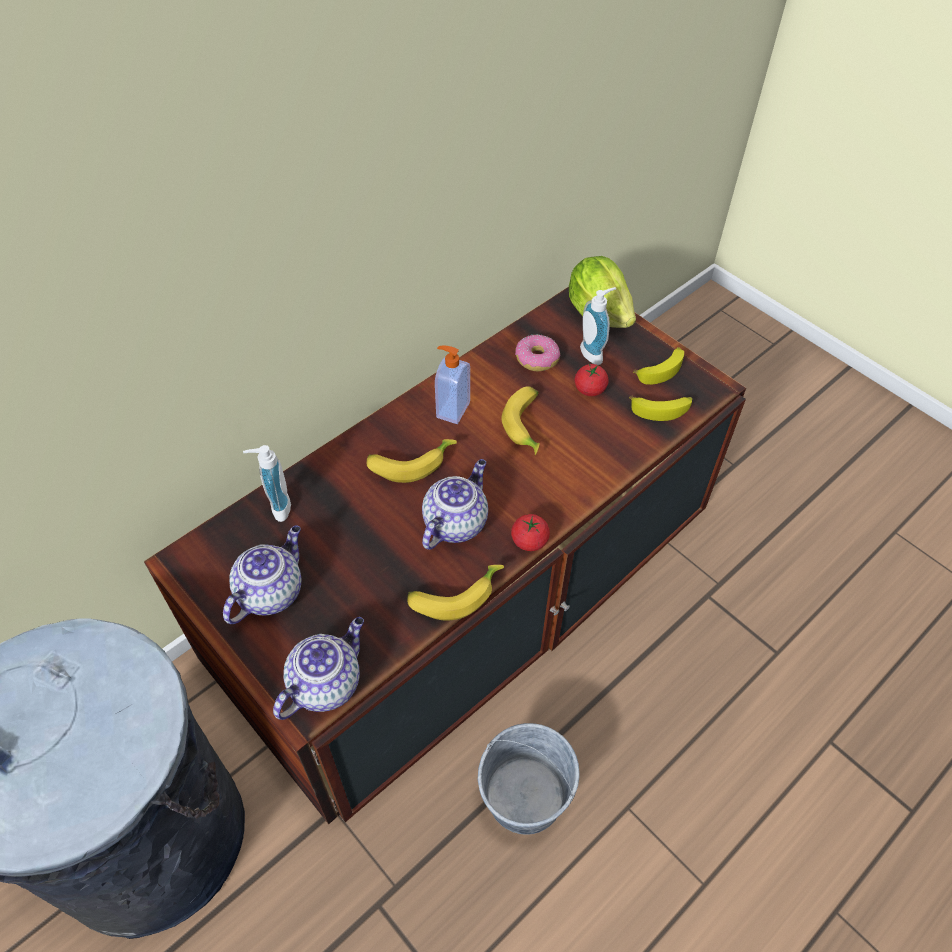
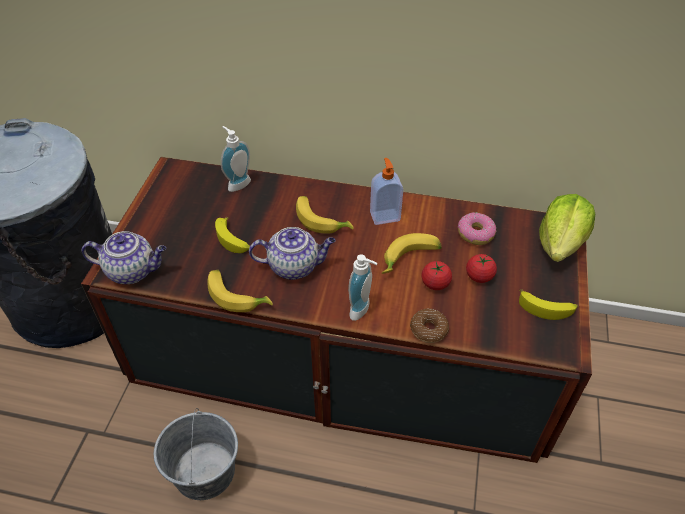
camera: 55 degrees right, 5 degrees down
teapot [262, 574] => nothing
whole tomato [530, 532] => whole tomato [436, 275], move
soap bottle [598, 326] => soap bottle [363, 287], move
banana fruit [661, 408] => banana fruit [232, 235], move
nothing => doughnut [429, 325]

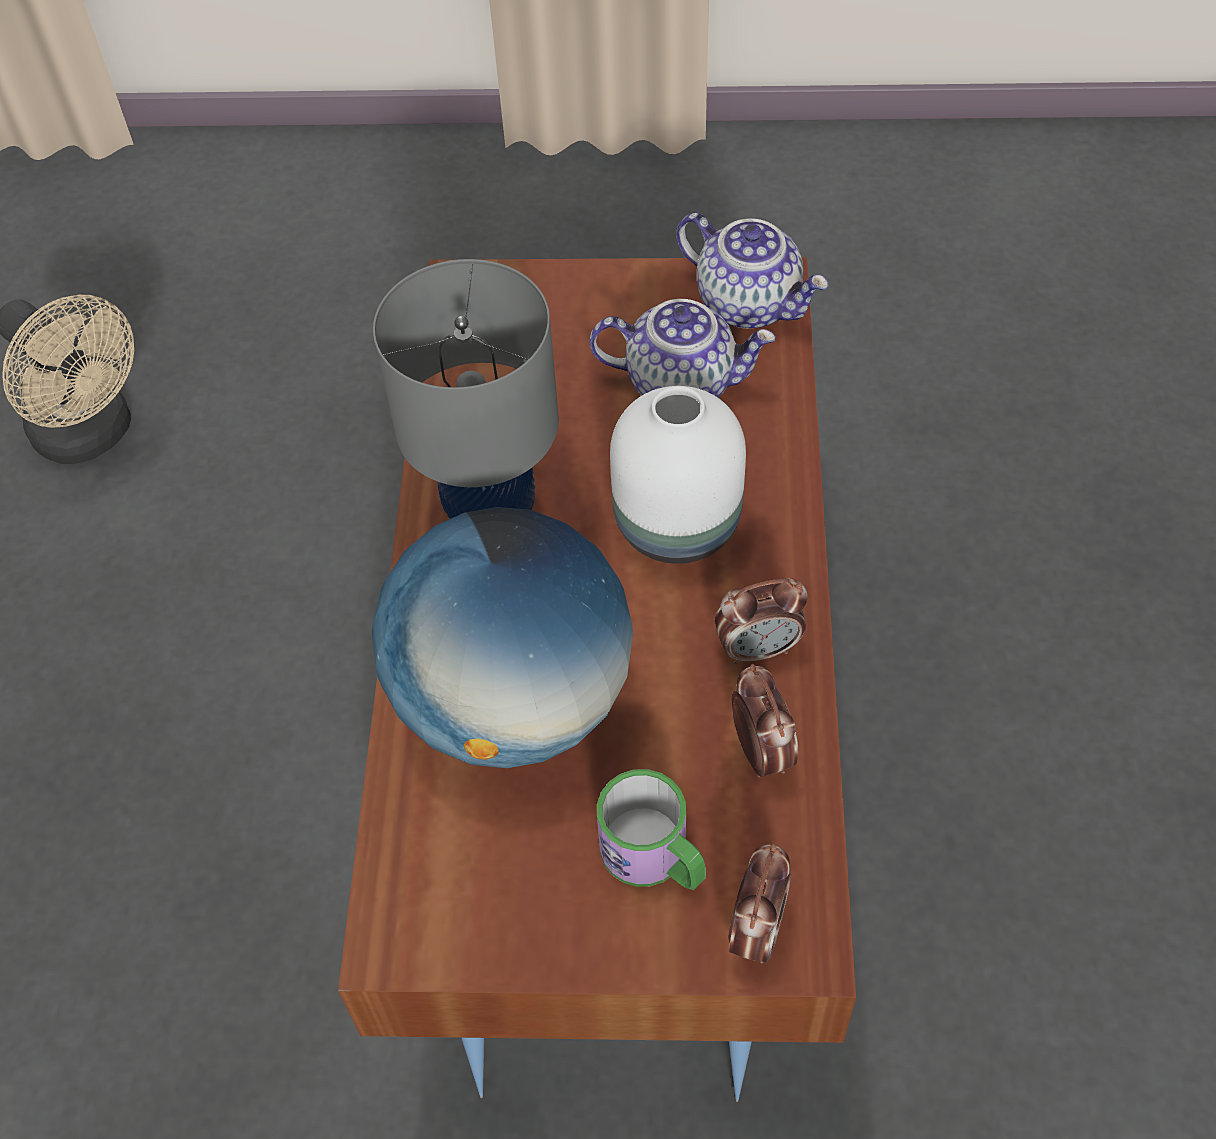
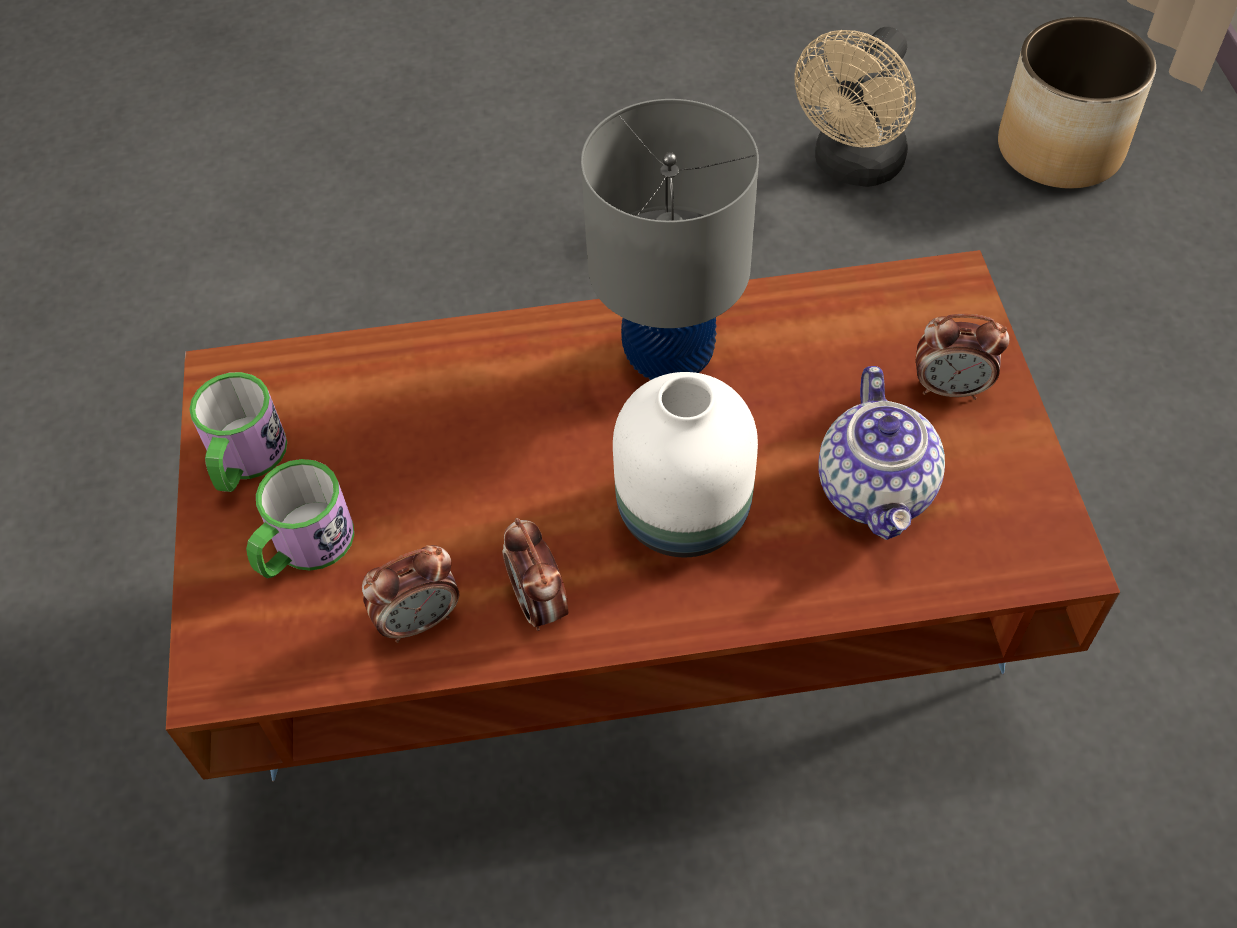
camera: 80 degrees right, 0 degrees up
desk globe [502, 637] => nothing
teapot [752, 270] => nothing
bedside clock [760, 903] => bedside clock [962, 357], move
nothing => mug [238, 432]
nothing => planter [1077, 103]

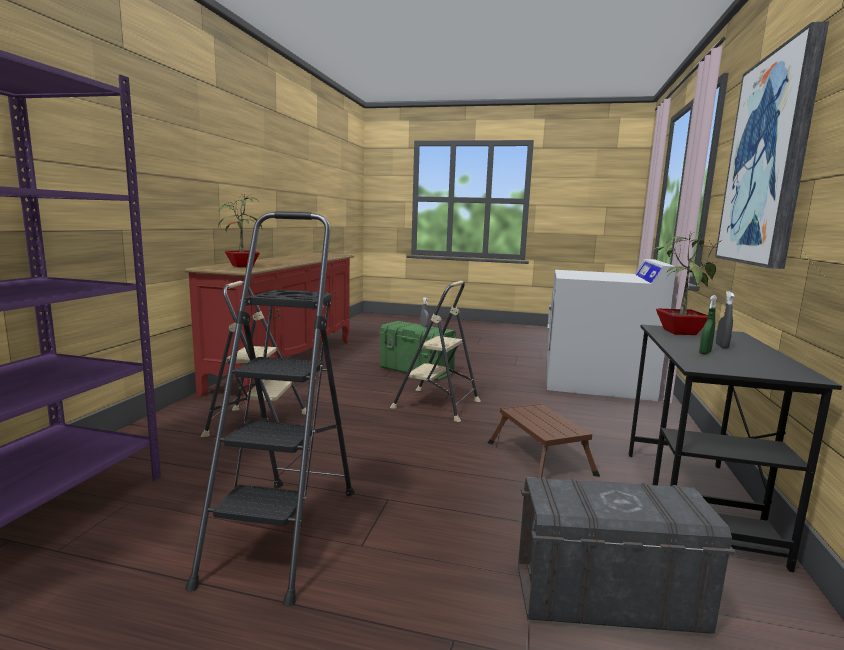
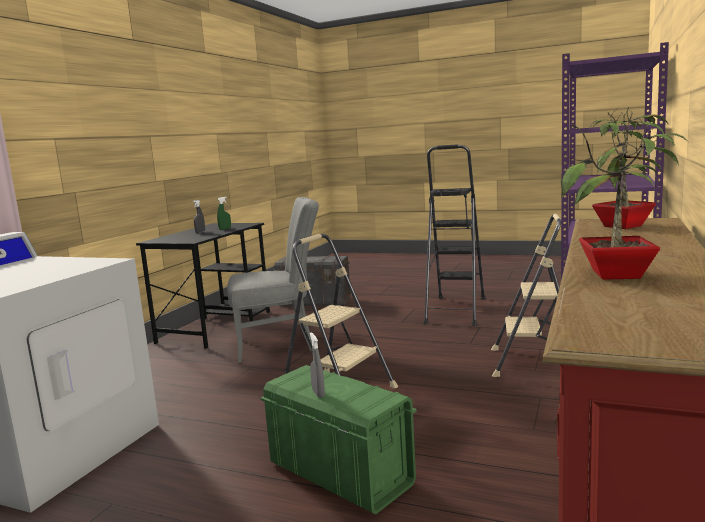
camera: 170 degrees left, 0 degrees up
brownish step ladder [544, 440] => grey plain chair [273, 280]
plant in a pot [687, 283] => plant in a pot [624, 193], move
picture [772, 145] => nothing

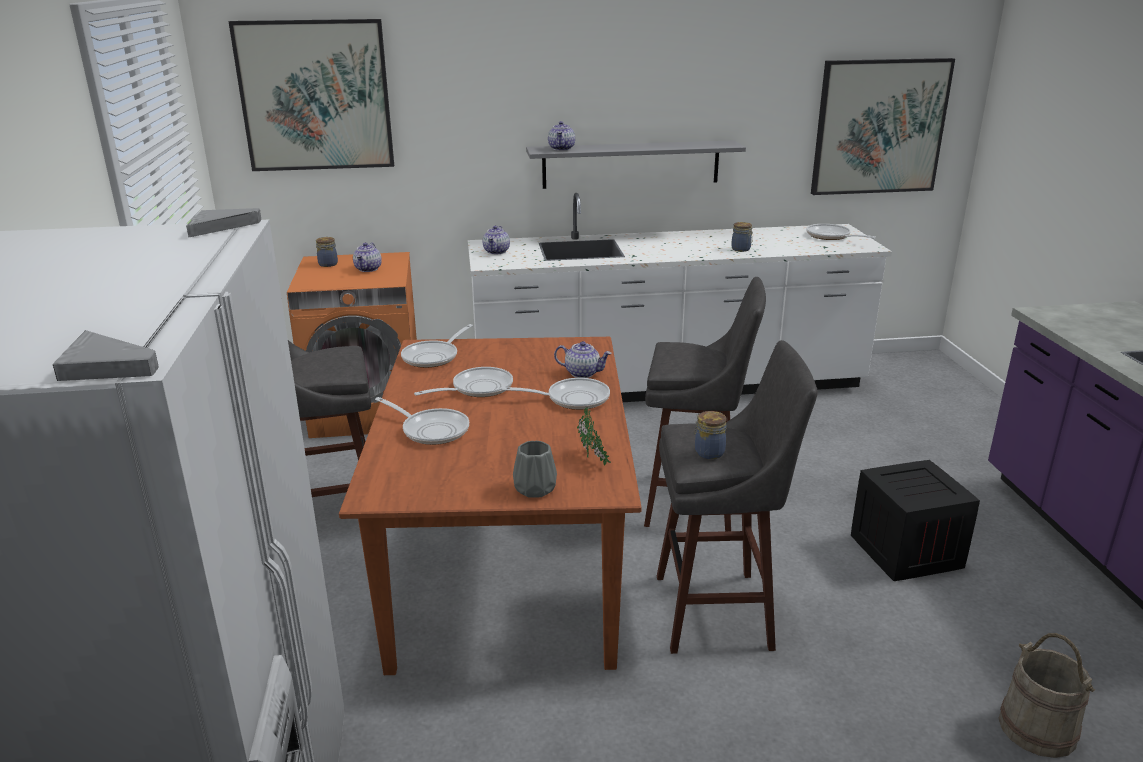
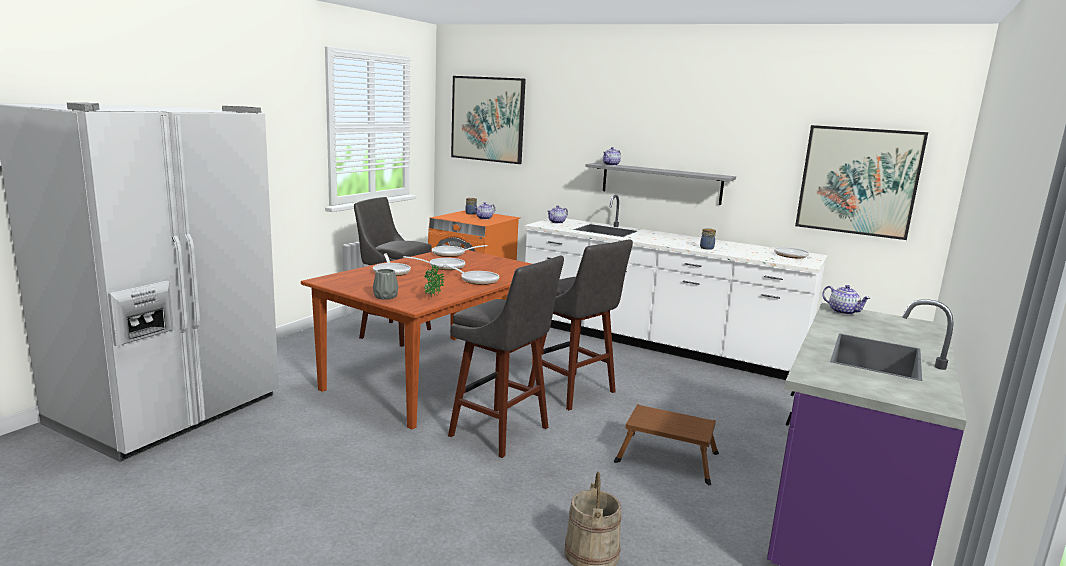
camera: 35 degrees right, 10 degrees down
teapot [582, 359] => teapot [846, 300], move
preserve jar [710, 435] => nothing
shipping crate [915, 520] => brownish step ladder [666, 444]

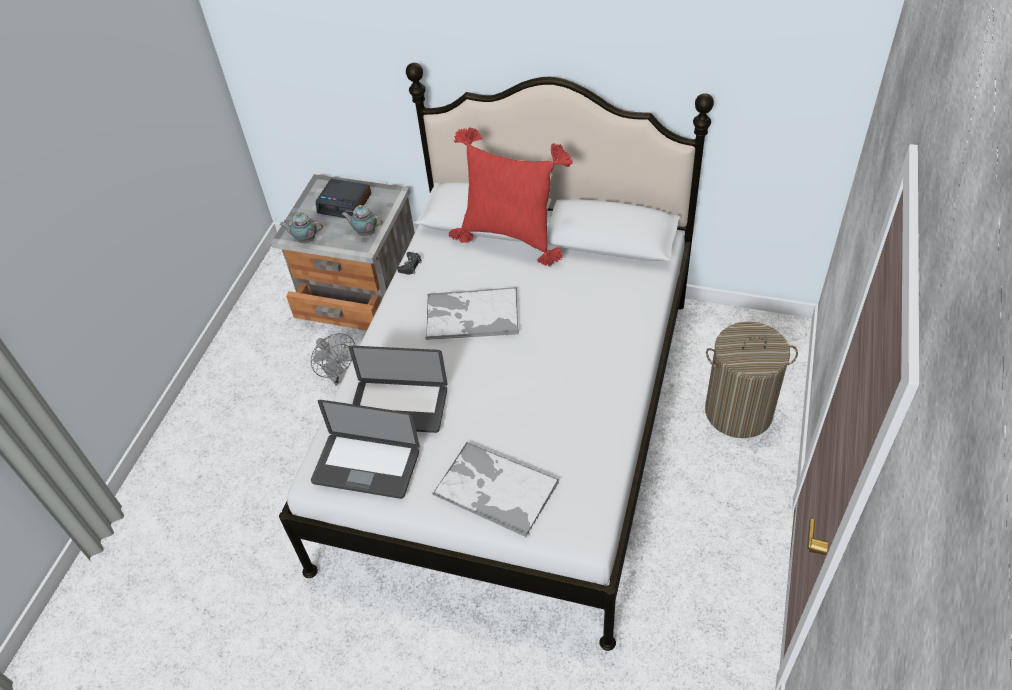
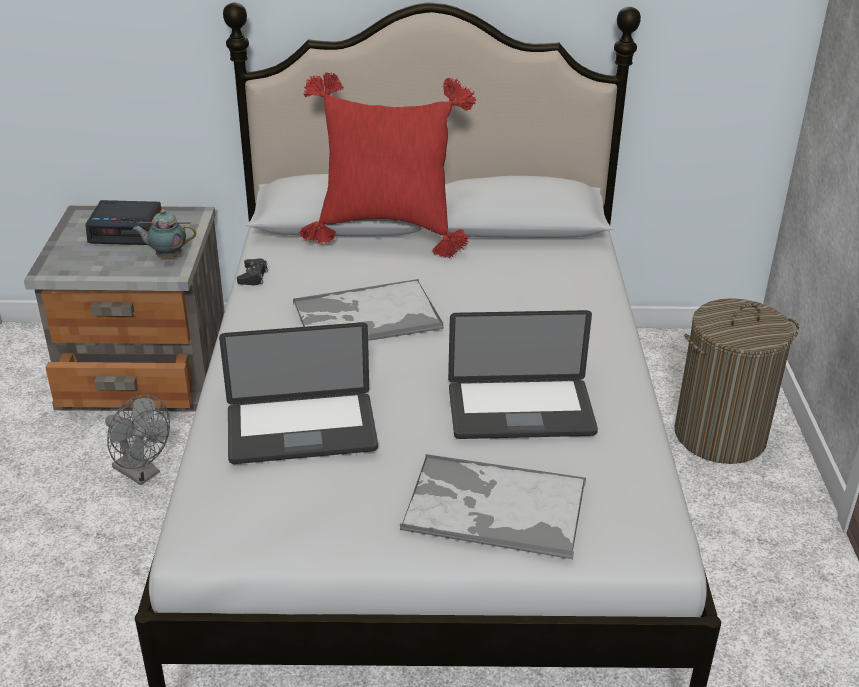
camera: 20 degrees left, 15 degrees down
teapot [301, 227] => nothing
portable computer [365, 449] => portable computer [523, 374], move

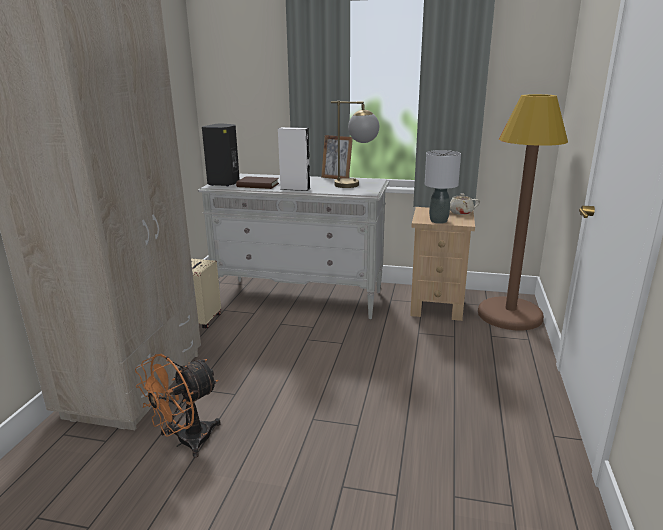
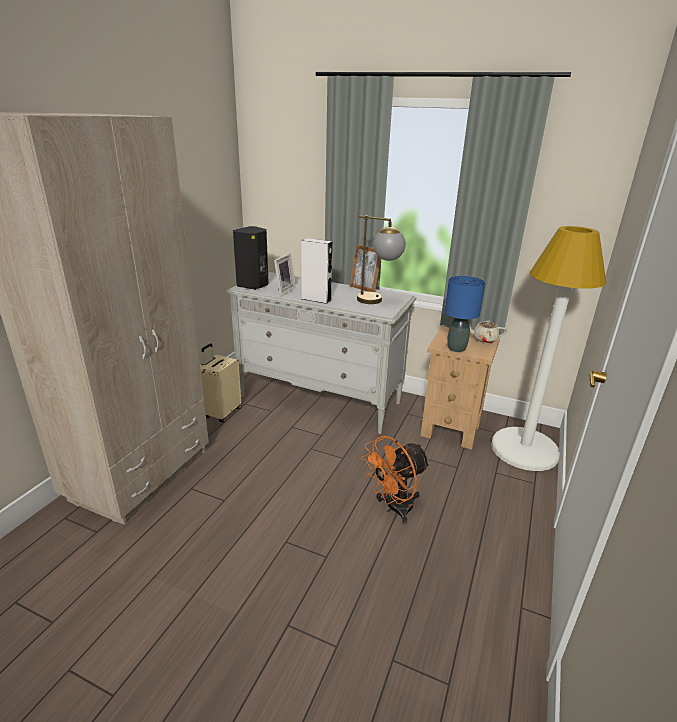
camera: 10 degrees right, 5 degrees up
orangey fan [177, 406] => orangey fan [395, 480], move
brownish bound book [257, 182] => standing frame [285, 274]
grey lamp for a table [443, 187] => bluish lamp for a table [465, 314]
brownish floor lamp [523, 212] => white floor lamp [548, 348]

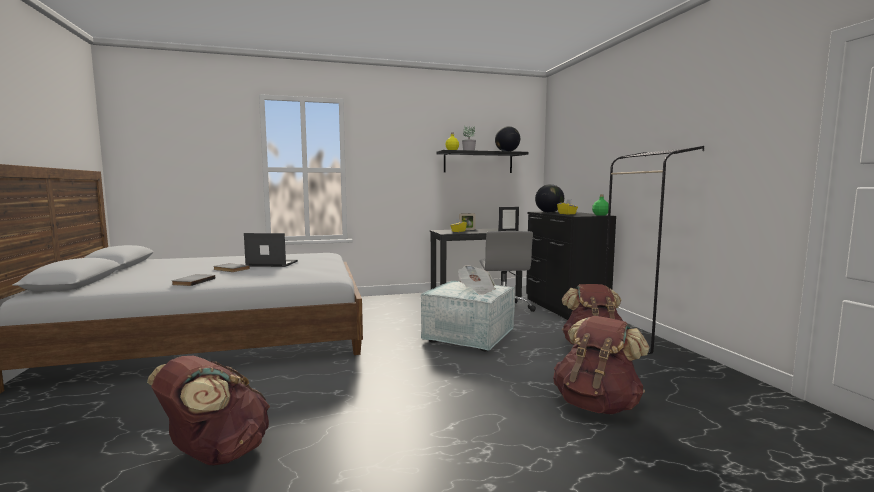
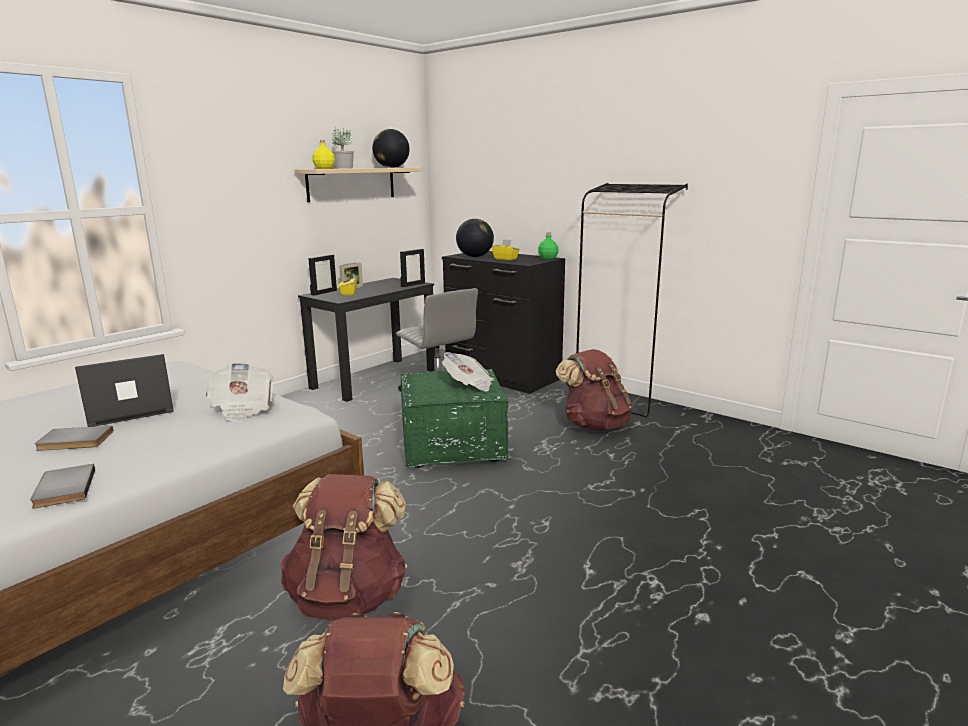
camera: 35 degrees left, 10 degrees up
white ottoman [468, 316] => green ottoman [455, 418]
black-coloured shelf [482, 161] => beige-coloured shelf [358, 185]
brownish knapsack [601, 365] => brownish knapsack [343, 547], move
nothing => printed paper [240, 391]
nothing => standing frame [322, 275]

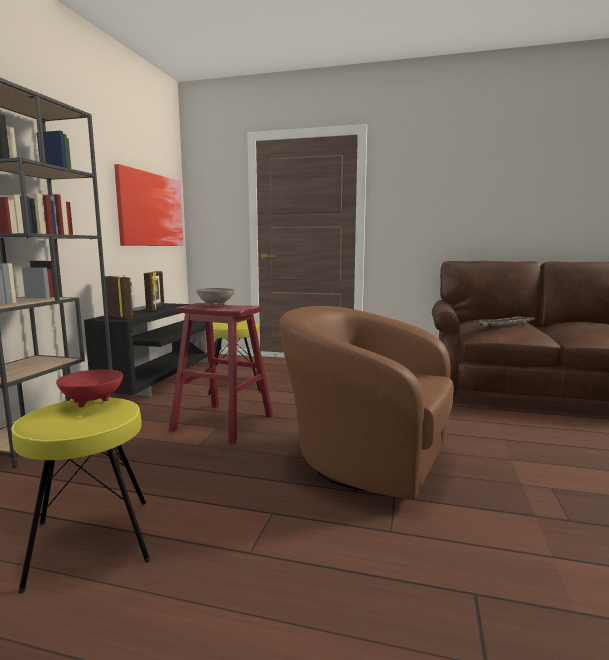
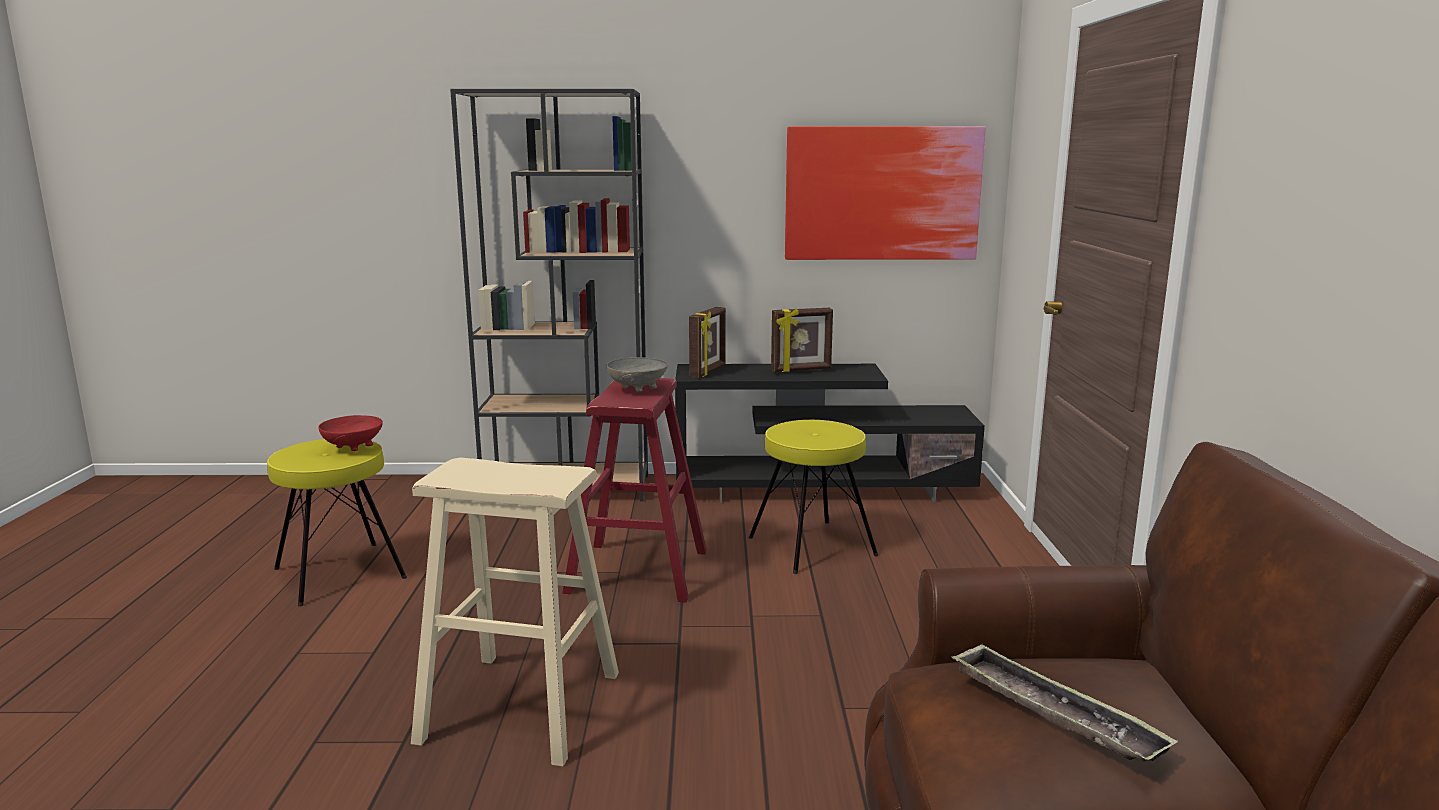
camera: 75 degrees right, 5 degrees up
brownish armchair [366, 403] => beige-coloured stool [515, 612]

